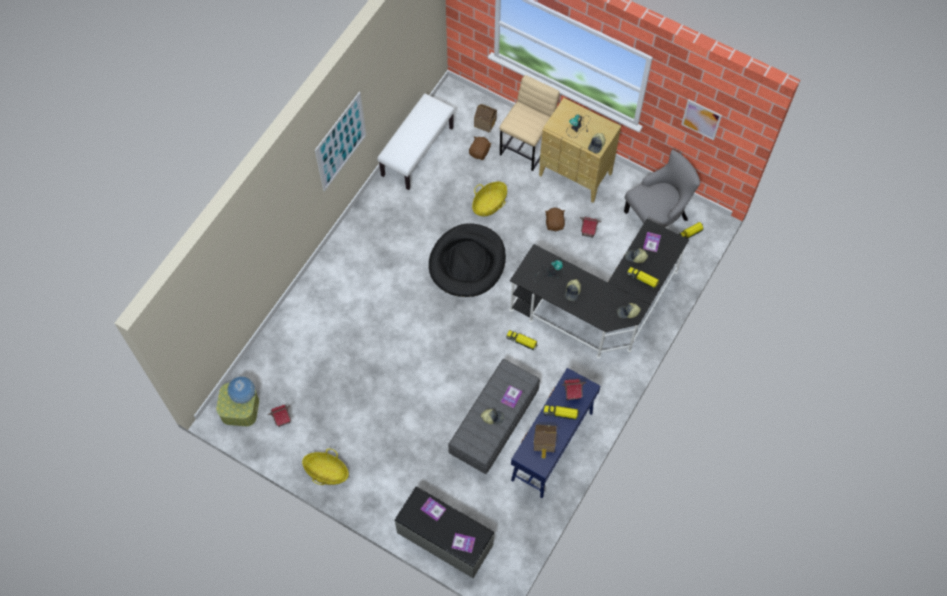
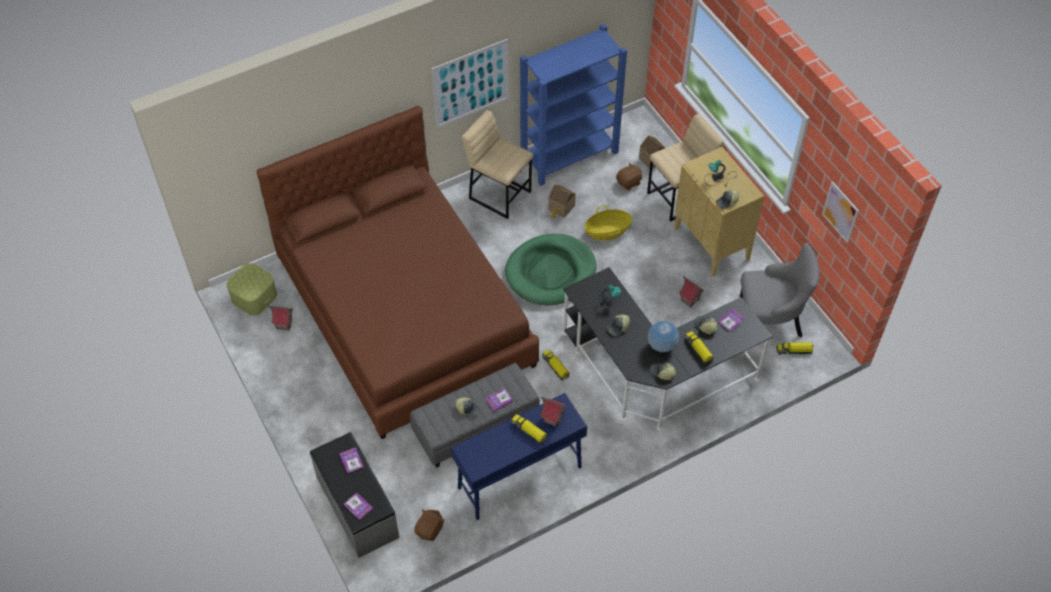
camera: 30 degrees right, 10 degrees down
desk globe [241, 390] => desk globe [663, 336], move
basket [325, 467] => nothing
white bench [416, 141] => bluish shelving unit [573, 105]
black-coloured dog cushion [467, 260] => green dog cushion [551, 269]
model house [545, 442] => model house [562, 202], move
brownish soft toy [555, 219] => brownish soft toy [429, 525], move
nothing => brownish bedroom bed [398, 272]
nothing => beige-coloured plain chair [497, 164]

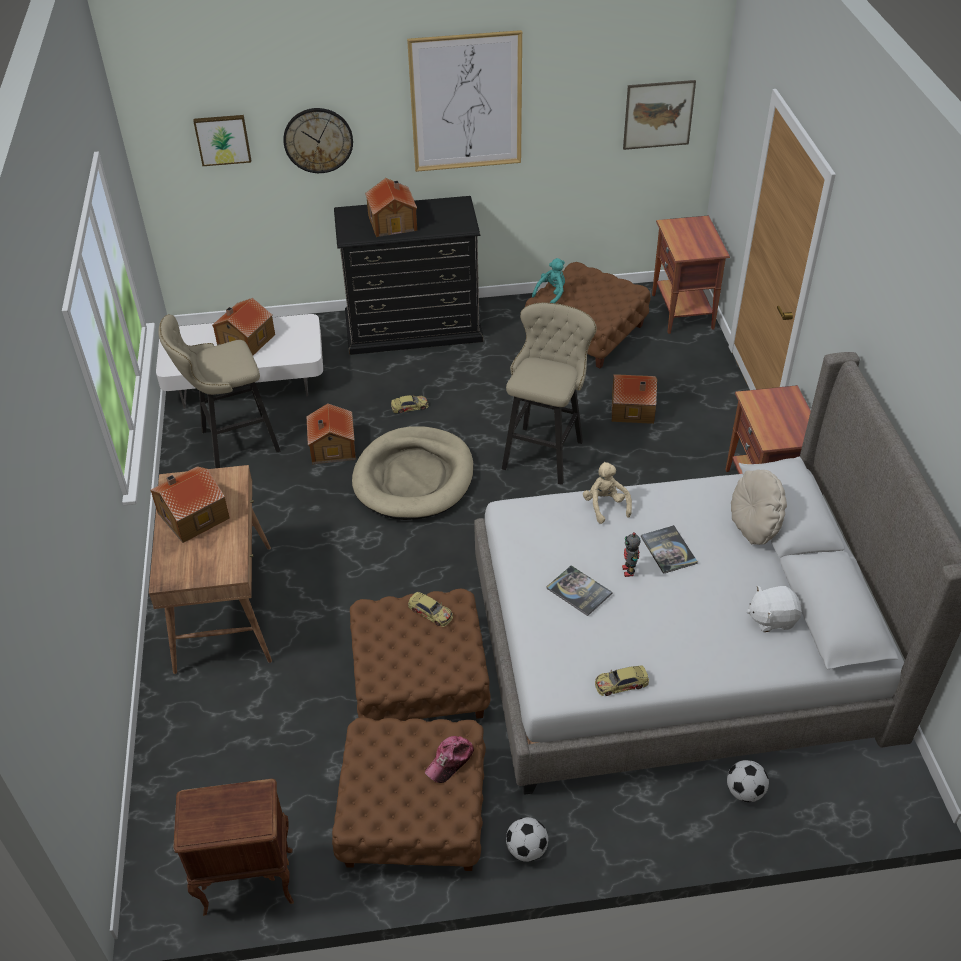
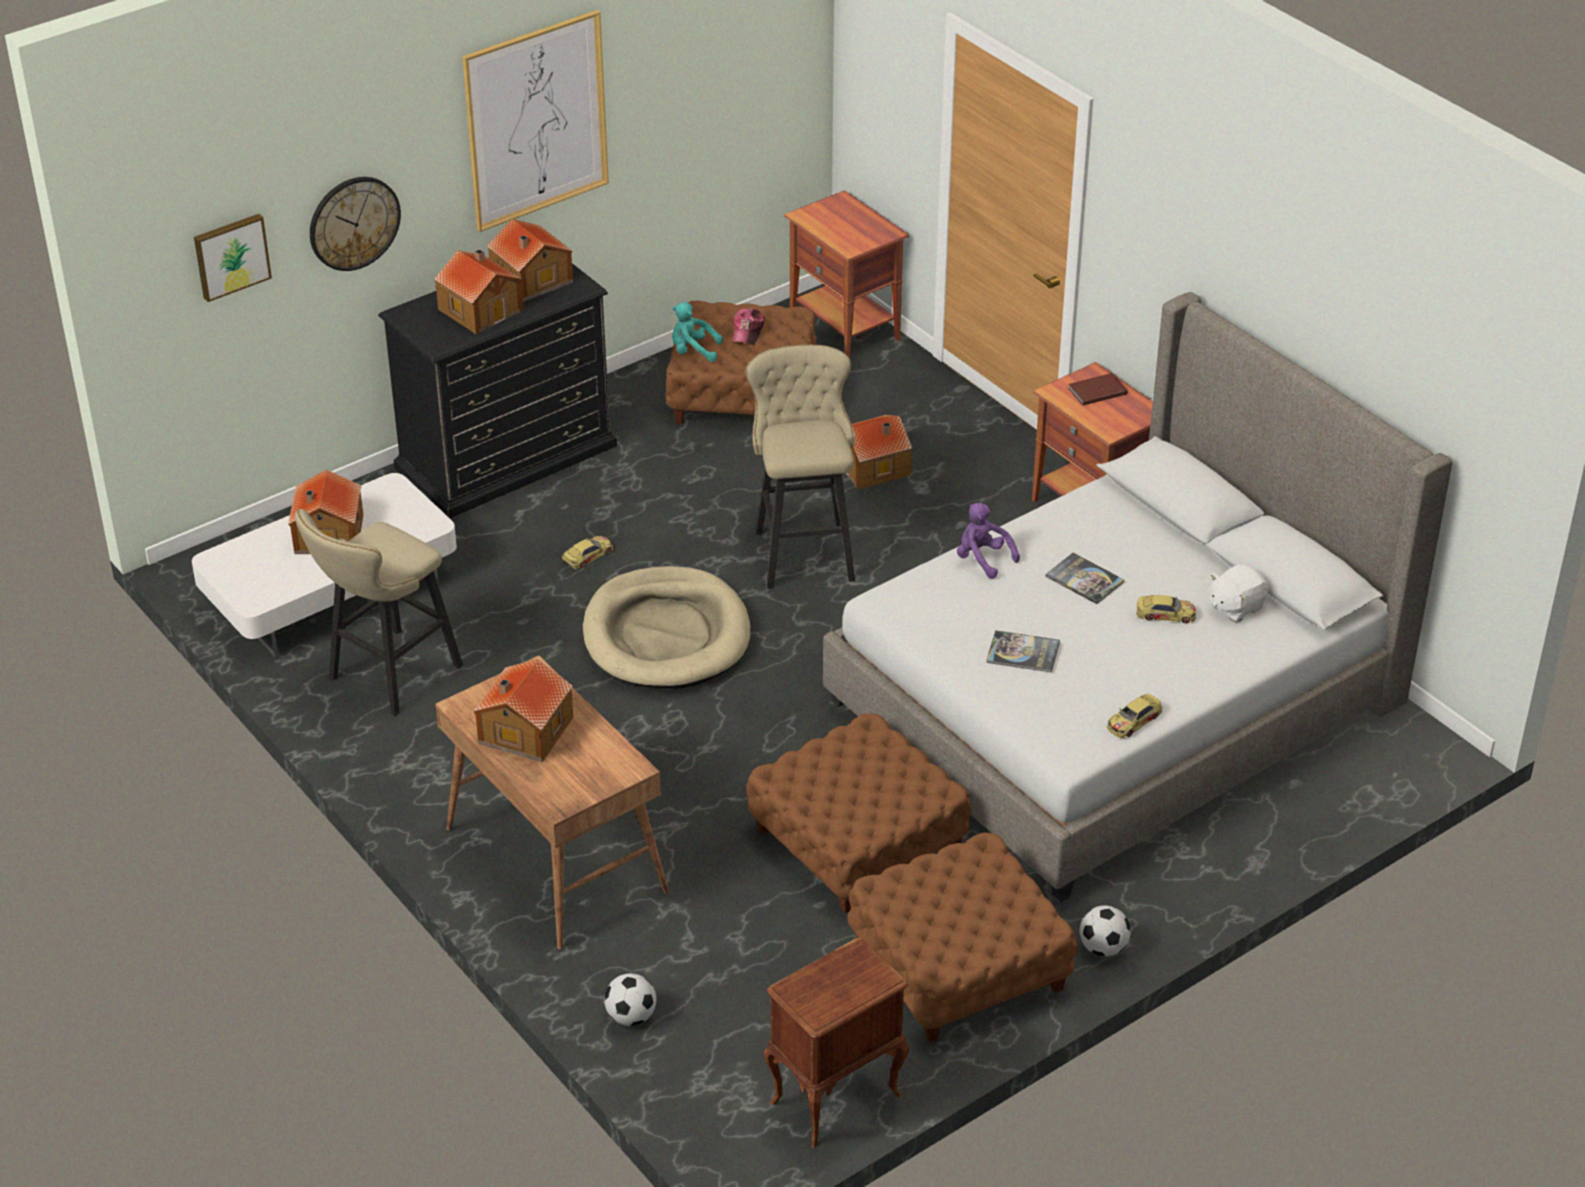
camera: 30 degrees left, 5 degrees down
model house [331, 433] => model house [530, 260], move
miniature car [430, 609] => miniature car [1166, 609], move
cap [449, 759] => cap [748, 326], move
turquoise soft toy [548, 280] => turquoise soft toy [697, 332], 90 degrees counterclockwise
beige-coloured soft toy [607, 493] => purple soft toy [988, 541]
model robot [631, 554] => nothing
picture [659, 115] => nothing
football ball [748, 781] => football ball [630, 999], move
beige-coloured throw pillow [759, 507] => nothing
nothing => brownish bound book [1098, 389]

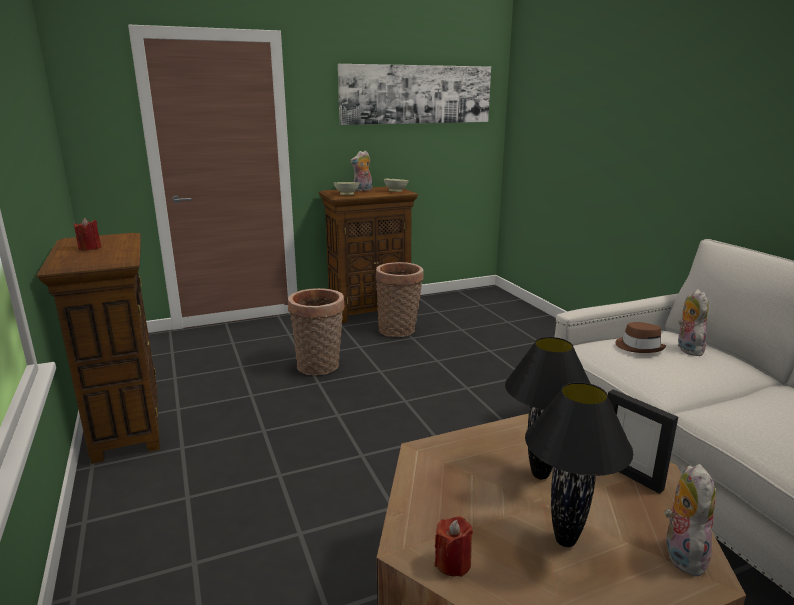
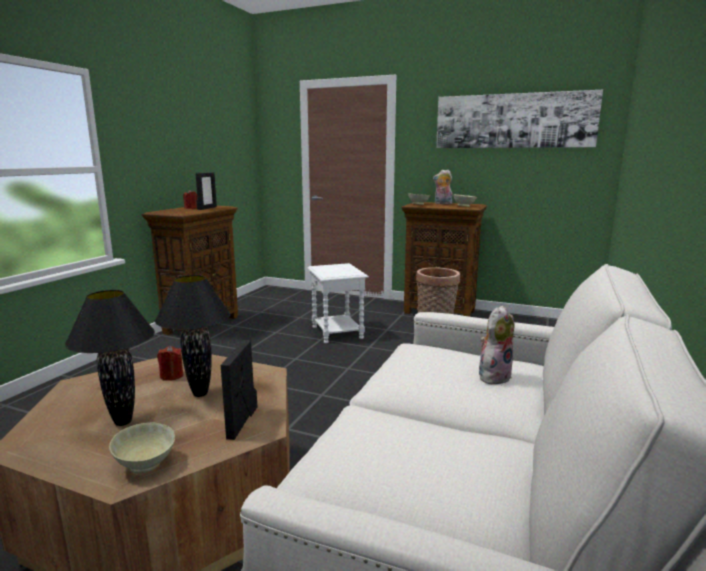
camera: 45 degrees right, 5 degrees down
basket [316, 331] => white side table [338, 303]
reddish candle [454, 546] => reddish candle [170, 363], move
brownish hat [640, 337] => nothing
soft toy [690, 520] => beige-coloured bowl [142, 448]
nothing => standing frame [206, 191]

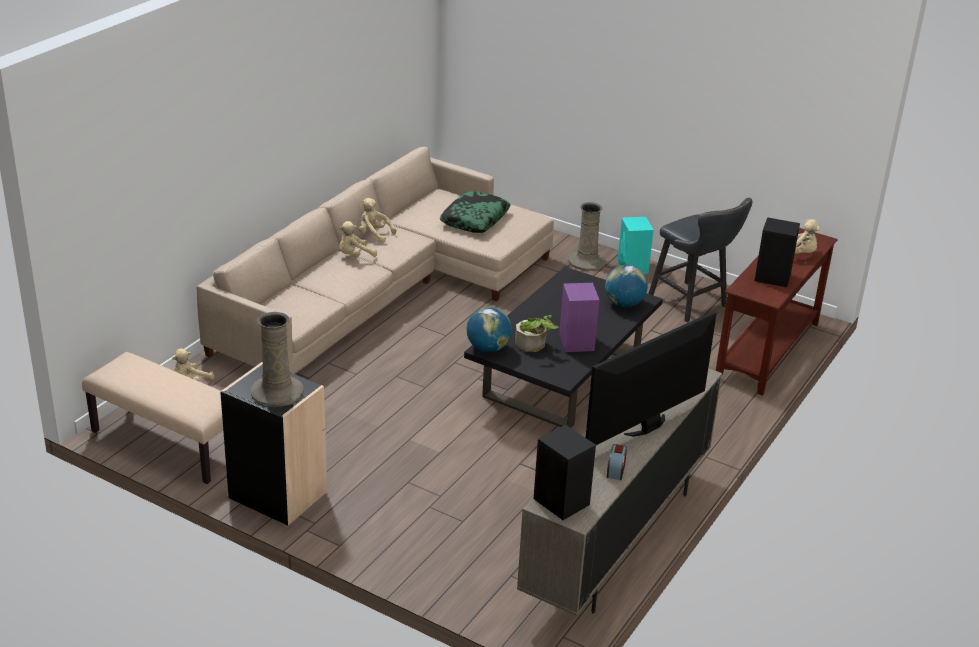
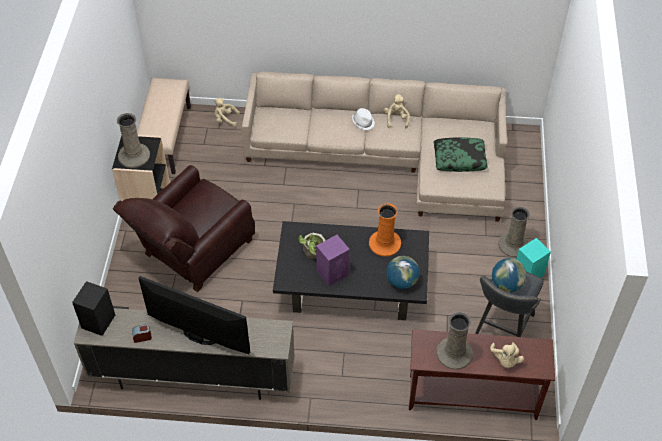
camera: 65 degrees right, 20 degrees up
beige-coloured soft toy [358, 239] => white hat [363, 119]
desk globe [489, 329] => desk globe [509, 275], move
black-coloured audio speaker [777, 252] => beige-coloured vase [454, 341]
nothing => brownish armchair [184, 229]
nothing => orangey vase [385, 230]

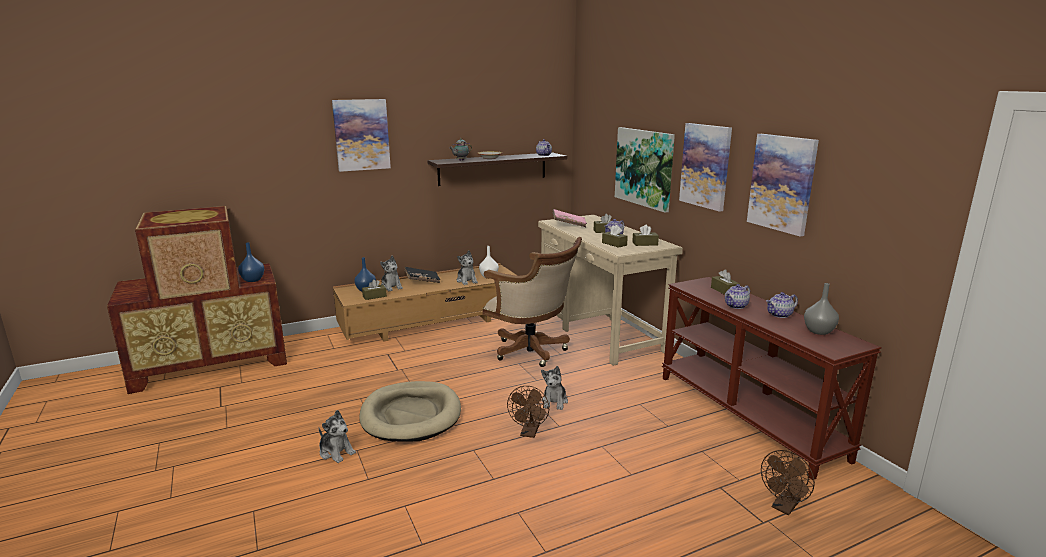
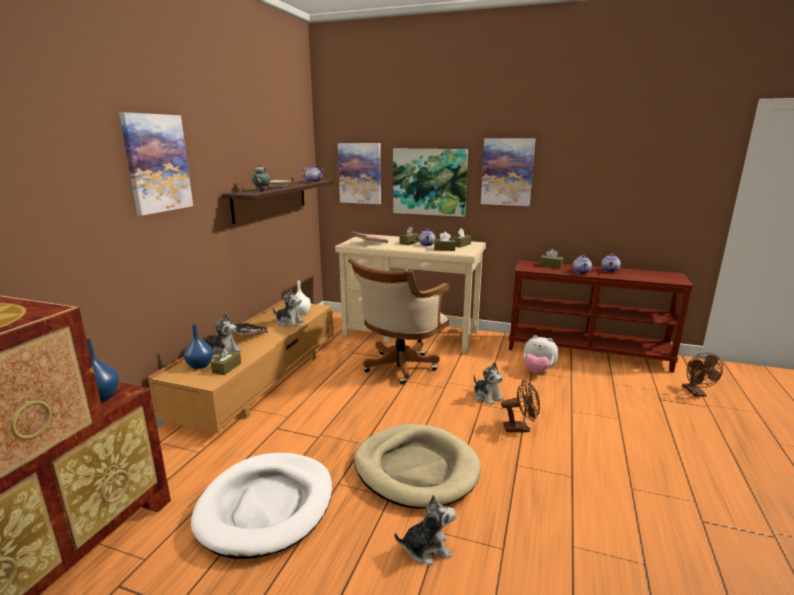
camera: 45 degrees left, 0 degrees up
office chair [532, 302] => office chair [398, 321], 135 degrees clockwise
brownish fan [528, 412] => brownish fan [520, 406], 60 degrees counterclockwise
picture [783, 185] => picture [359, 173], move
grey vase [821, 309] => nothing
nothing => white dog cushion [261, 506]
nothing => soft toy [541, 354]

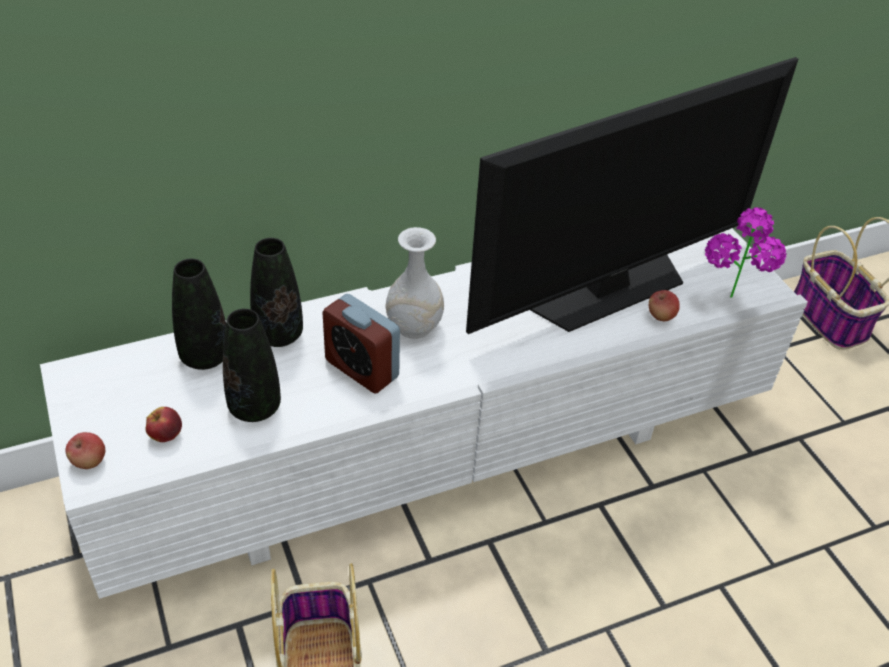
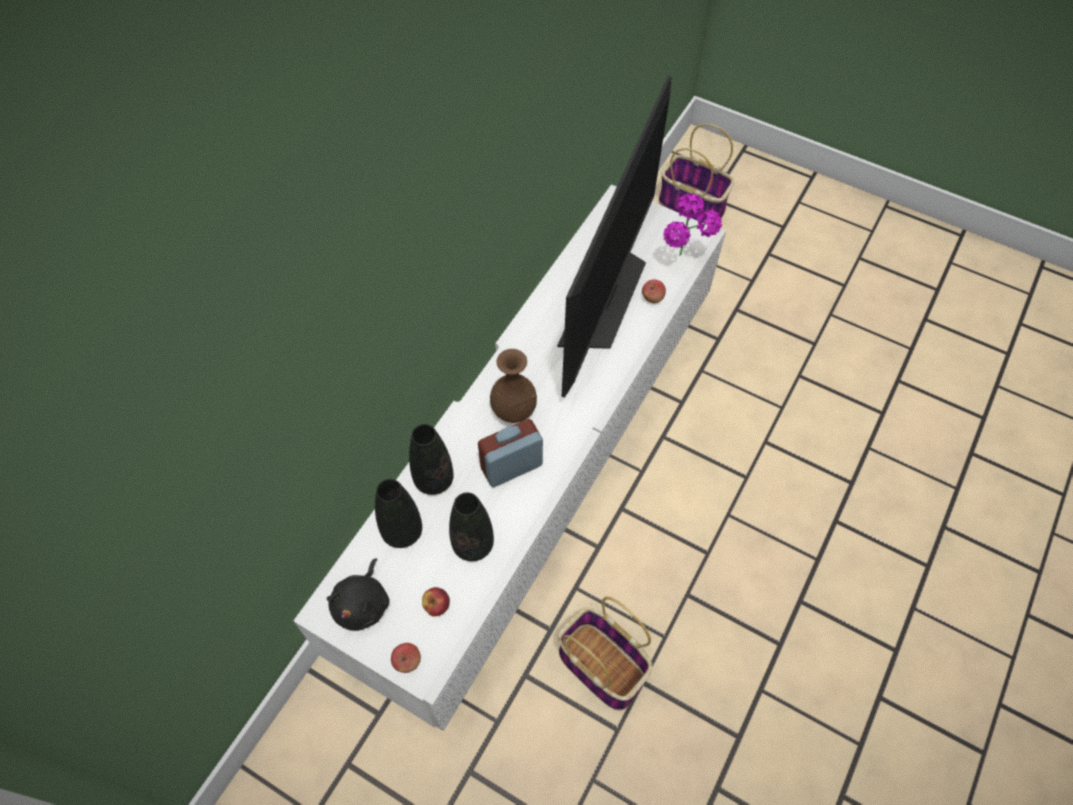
camera: 35 degrees left, 15 degrees up
bedside clock [361, 344] => bedside clock [510, 453], 150 degrees clockwise
white vase [415, 283] => brownish vase [513, 386]
nothing => black-coloured soft toy [358, 595]

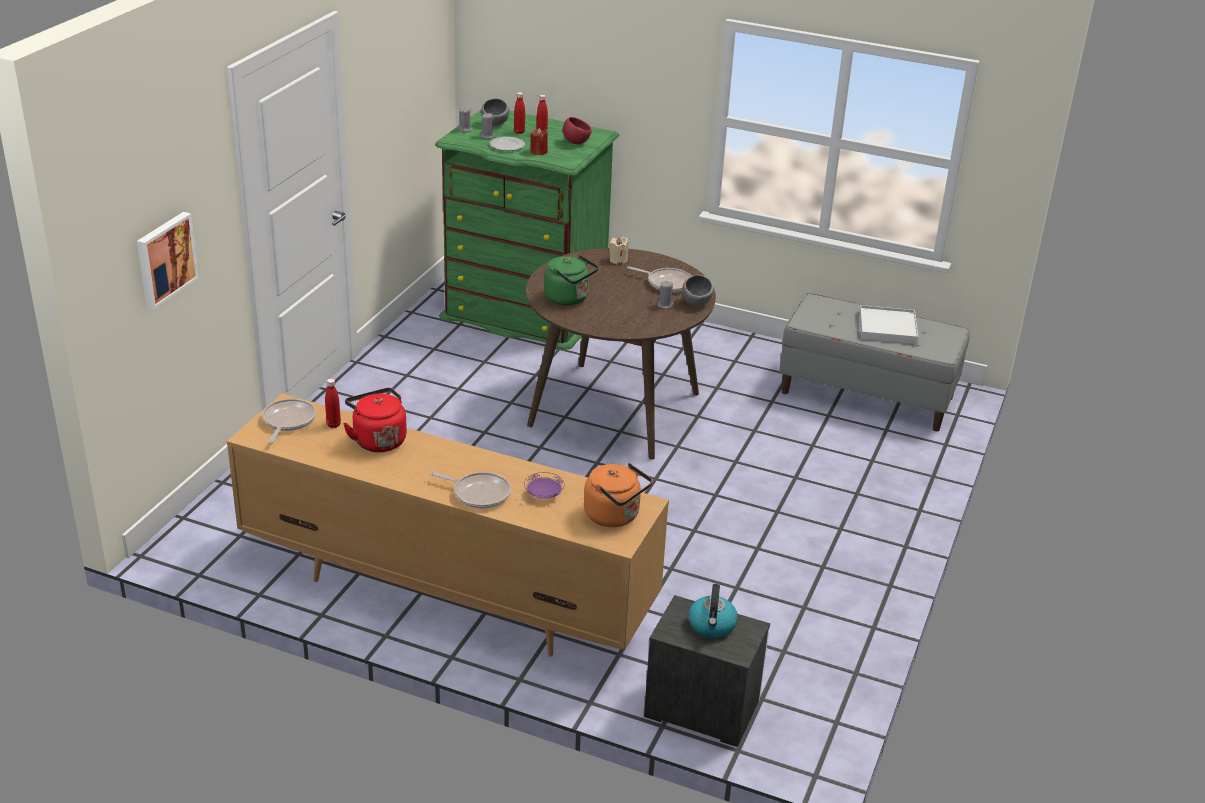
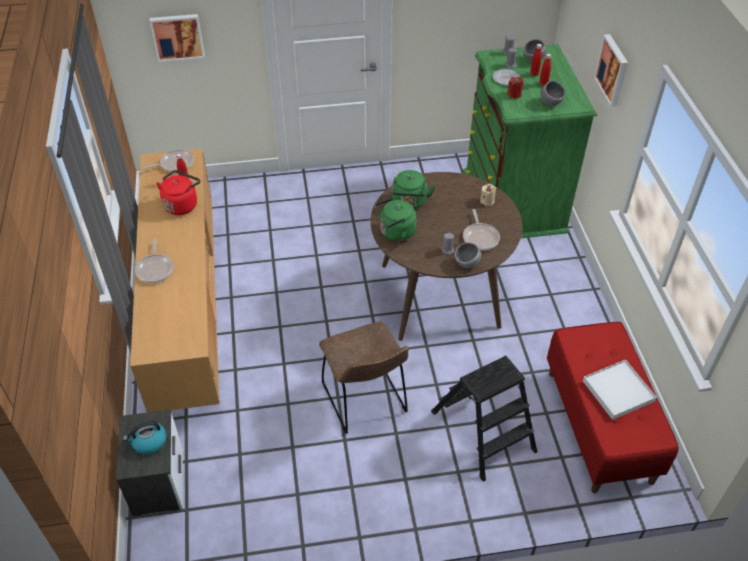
camera: 60 degrees right, 15 degrees up
purple dinner plate [544, 485] => nothing
reddish bowl [577, 130] => grey bowl [552, 93]
orangey kettle [618, 495] => nothing
grey bench [874, 362] => reddish bench [613, 407]
nothing => brownish plain chair [364, 378]
nothing => green kettle [395, 219]
nothing => black-coloured step ladder [484, 418]
nothing => picture [611, 70]

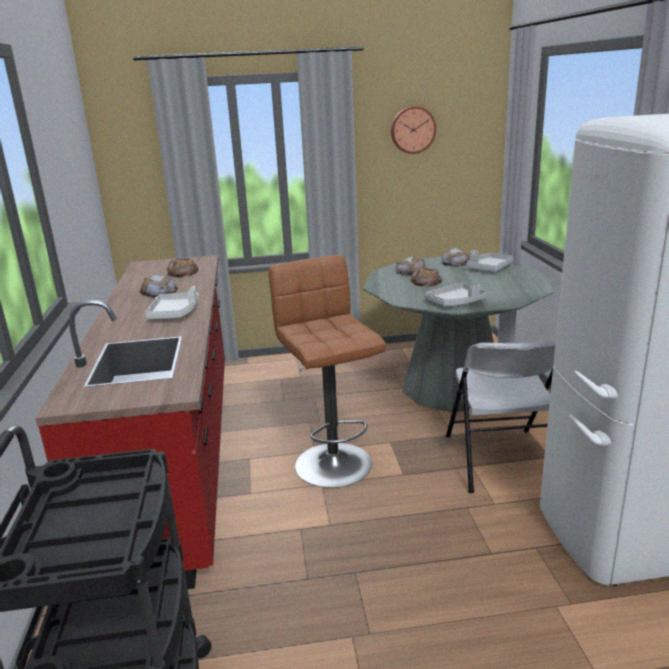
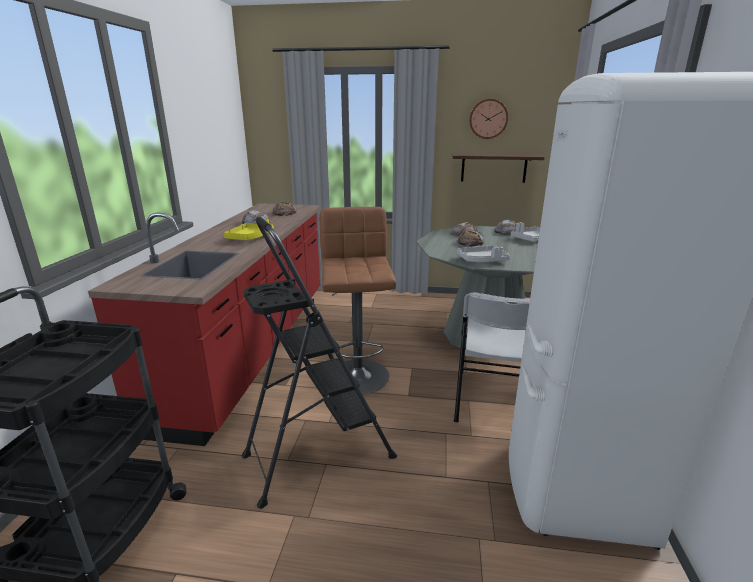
camera: 15 degrees right, 0 degrees up
white tray [172, 302] => yellowish tray [249, 229]
nothing => step ladder [319, 363]
nothing => shelf [498, 168]

